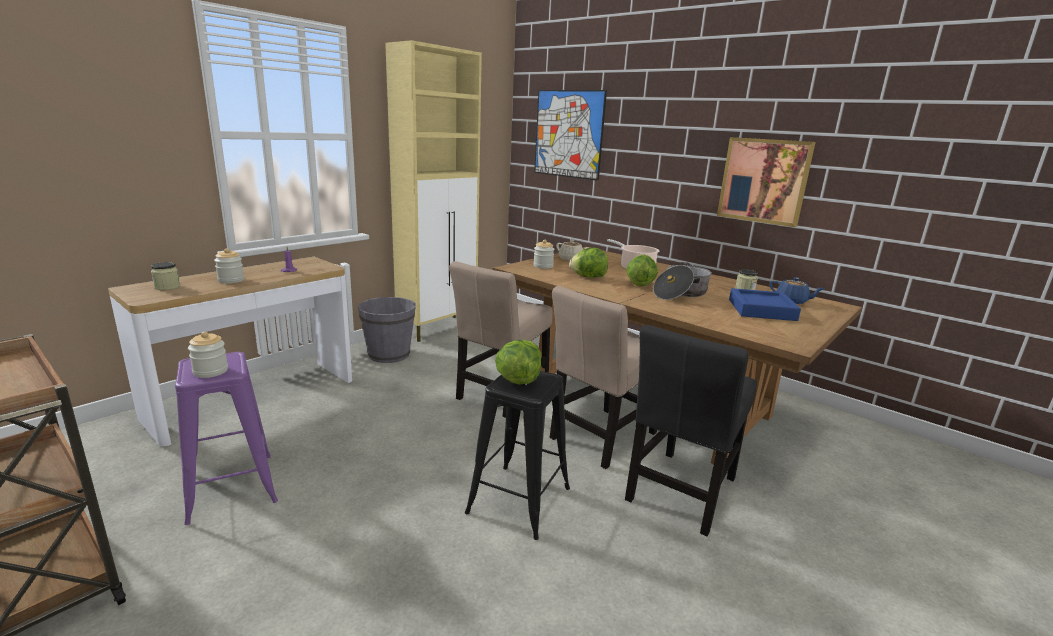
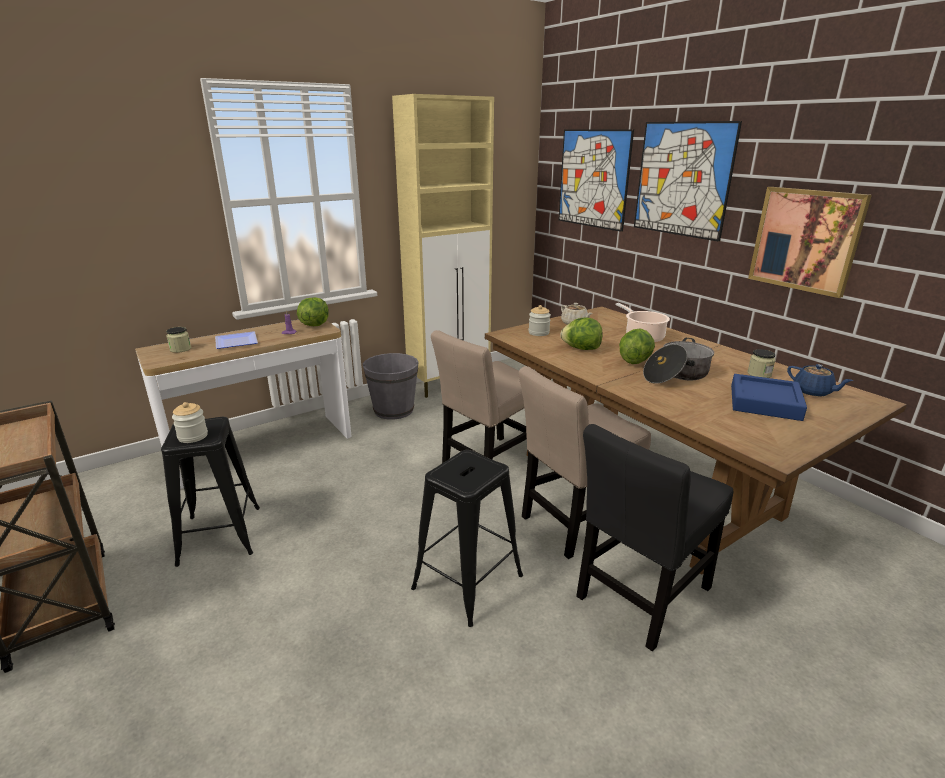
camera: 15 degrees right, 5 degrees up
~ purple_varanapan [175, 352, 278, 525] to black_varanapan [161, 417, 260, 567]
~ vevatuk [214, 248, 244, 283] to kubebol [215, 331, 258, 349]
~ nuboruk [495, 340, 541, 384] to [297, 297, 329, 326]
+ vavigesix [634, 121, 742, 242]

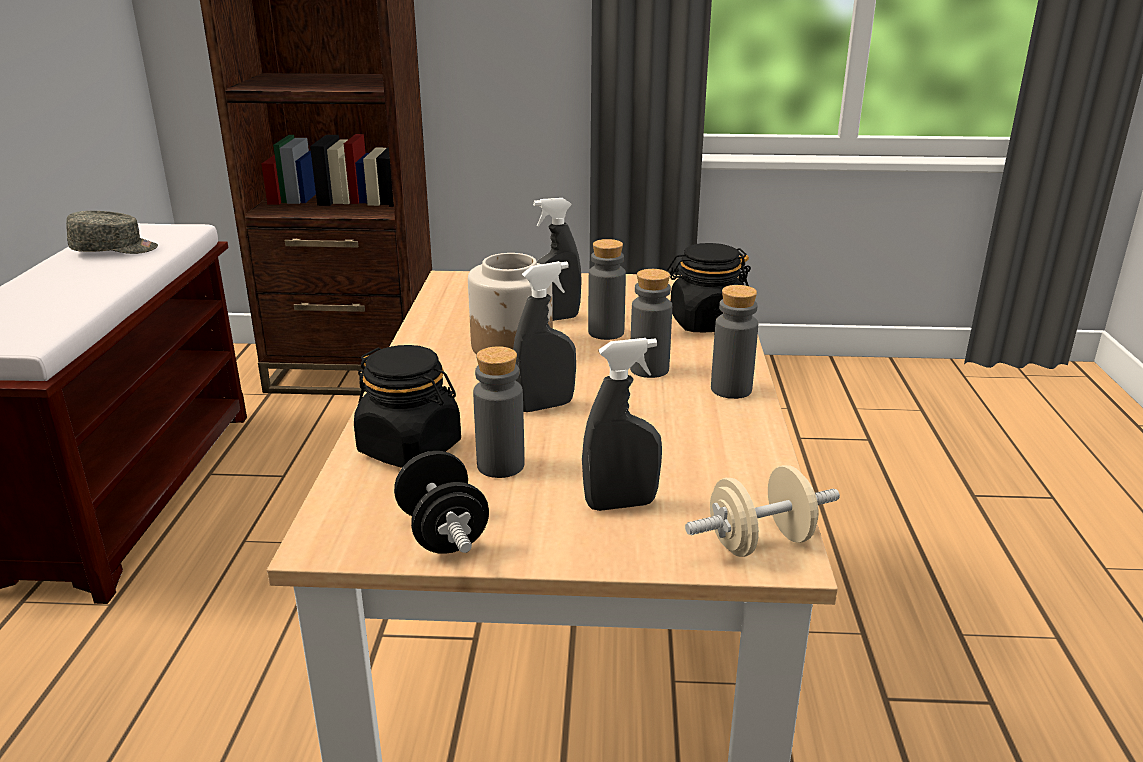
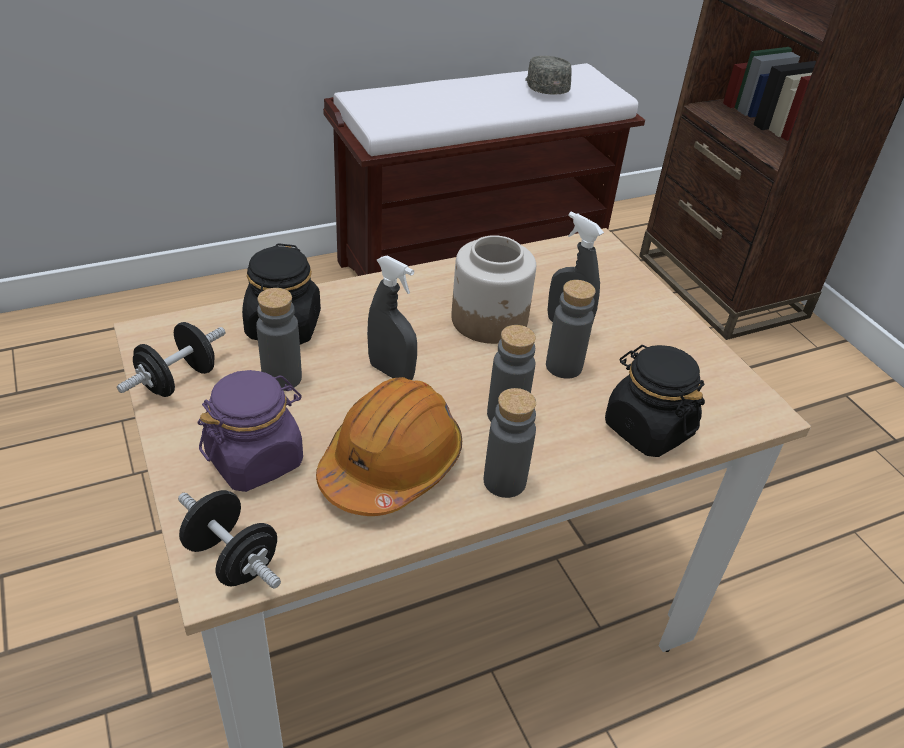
camera: 60 degrees right, 15 degrees up
~ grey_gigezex [66, 211, 158, 254] = [525, 56, 571, 95] 150 degrees counterclockwise
~ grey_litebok [582, 338, 662, 511] to purple_vevatuk [198, 370, 303, 492]
~ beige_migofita [685, 465, 840, 557] to black_migofita [178, 490, 281, 589]
+ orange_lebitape [316, 377, 462, 516]

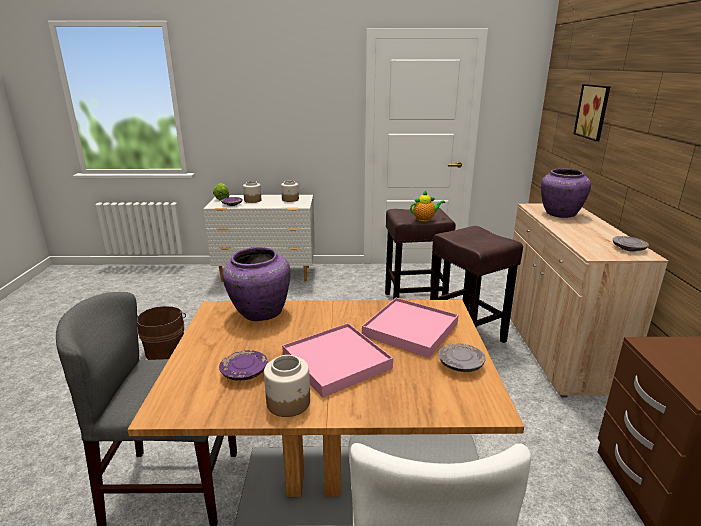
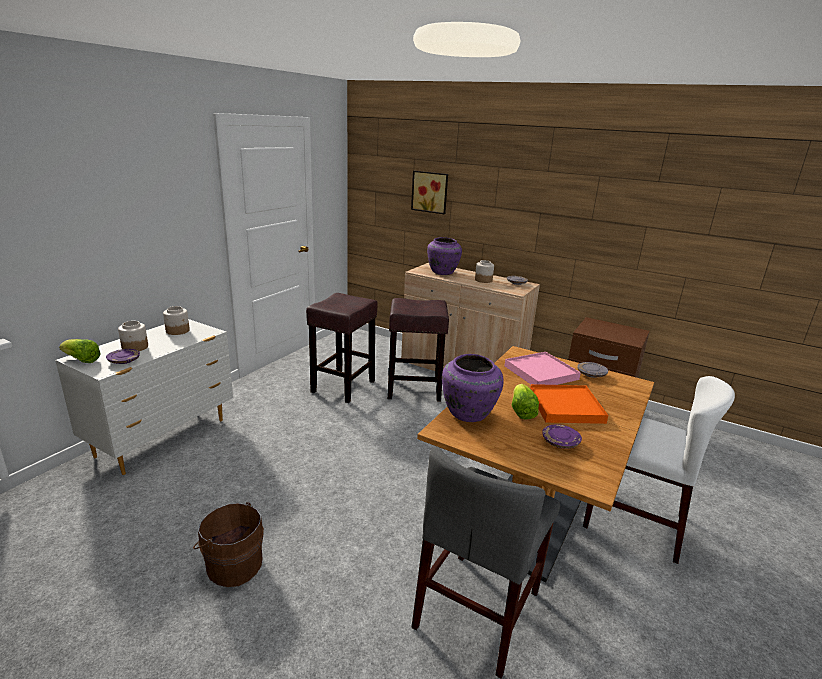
camera: 60 degrees left, 0 degrees up
~ vevatuk [264, 355, 310, 417] to [475, 260, 494, 283]
~ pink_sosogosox [282, 323, 393, 398] to orange_sosogosox [530, 384, 608, 424]
- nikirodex [410, 191, 445, 222]
+ nuboruk [512, 384, 539, 420]

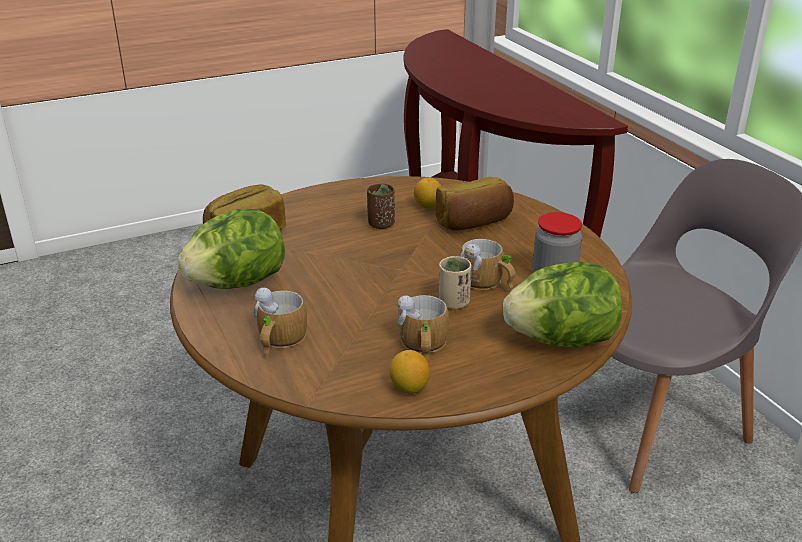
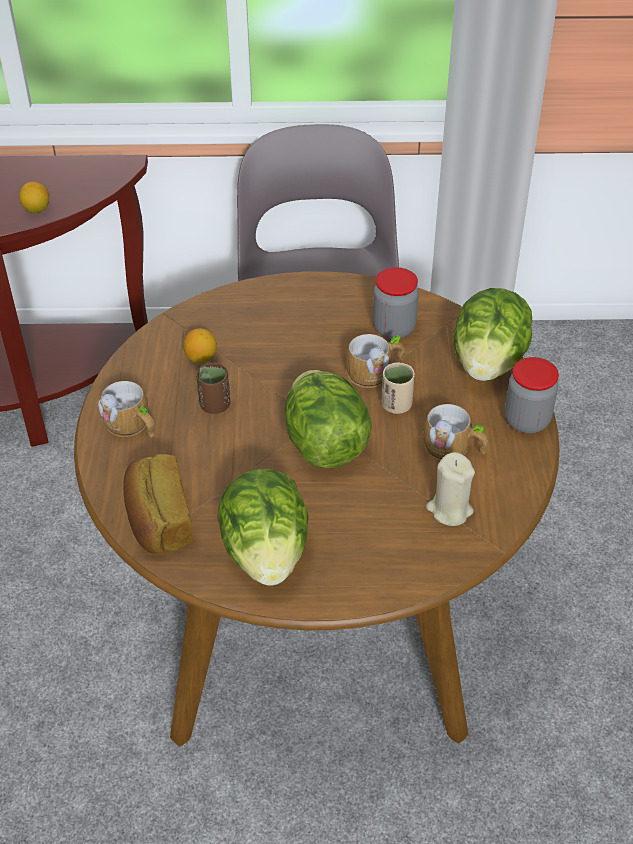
camera: 65 degrees left, 15 degrees up
~ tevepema [254, 288, 307, 354] to [98, 381, 155, 438]
~ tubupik [390, 350, 430, 394] to [19, 181, 49, 213]
- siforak [435, 177, 514, 231]
+ nuboruk [285, 370, 372, 468]
+ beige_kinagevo [426, 452, 475, 526]
+ vevatuk [505, 357, 559, 433]

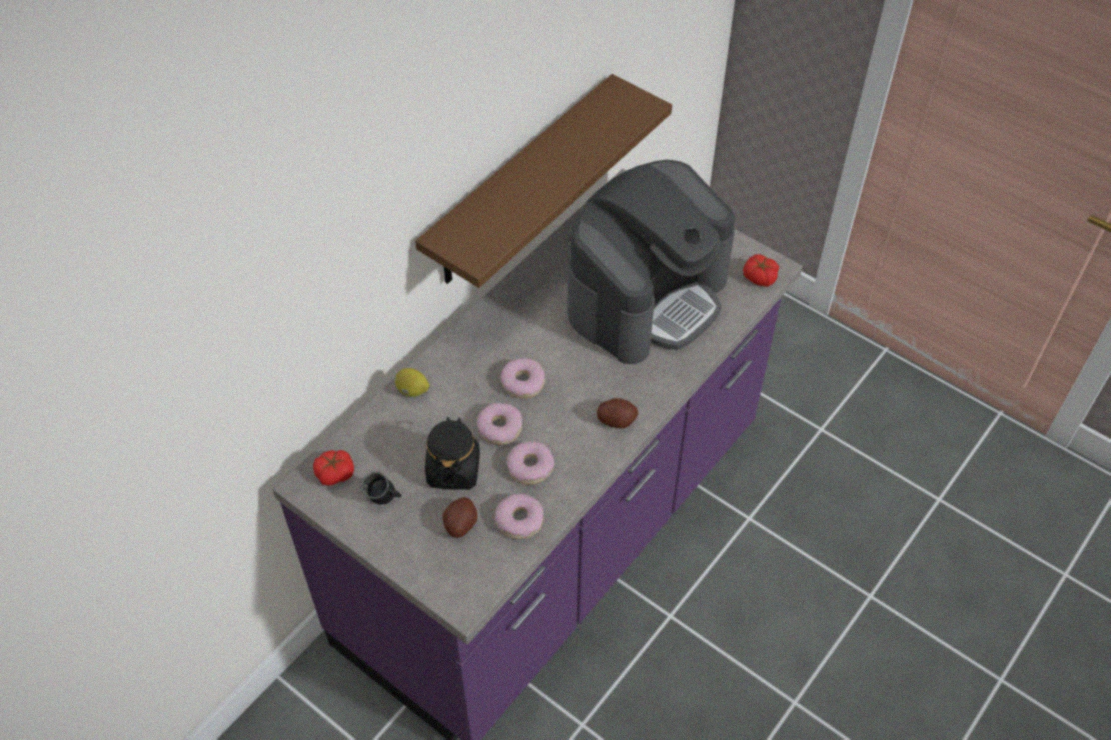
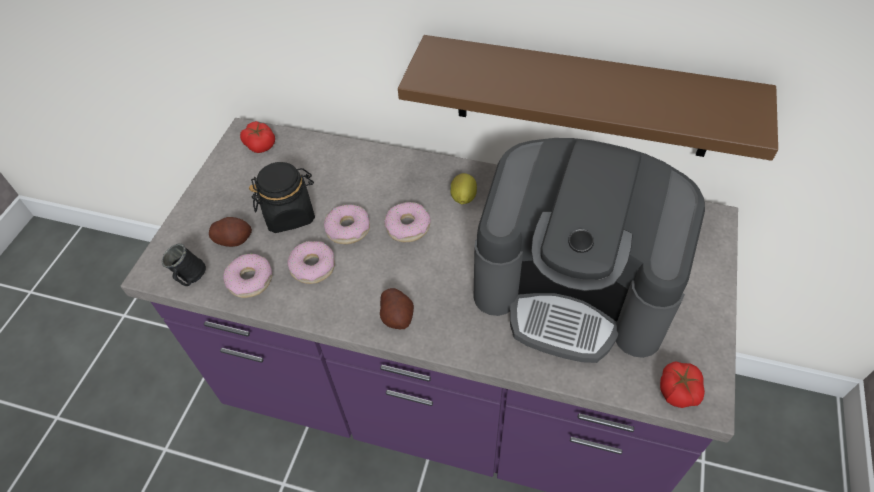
camera: 70 degrees right, 0 degrees up
~ black_tevepema [361, 471, 402, 505] to [162, 243, 206, 286]
~ tubupik [395, 368, 430, 397] to [450, 173, 477, 204]

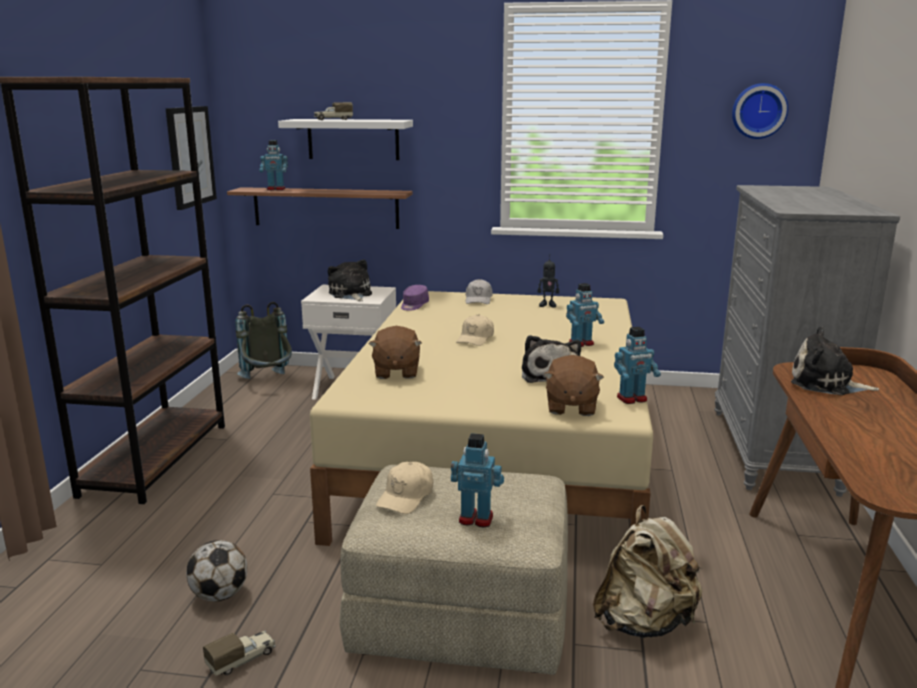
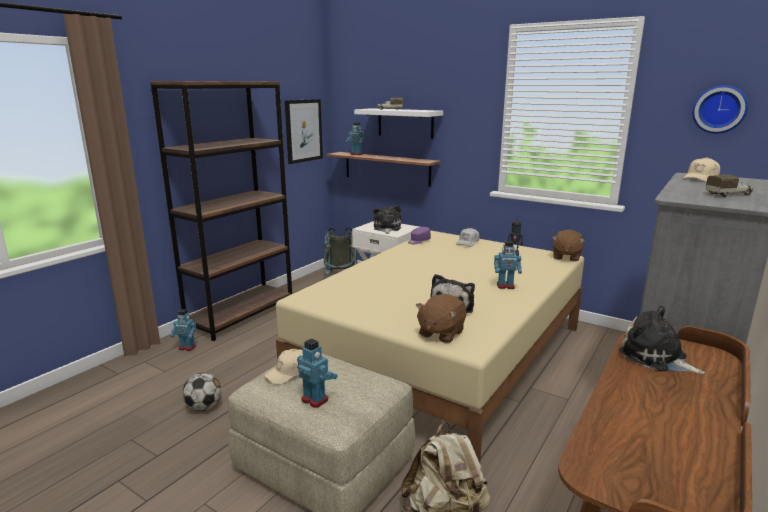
camera: 25 degrees right, 0 degrees up
~ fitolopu [203, 630, 276, 676] to [705, 175, 754, 197]
~ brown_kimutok [369, 326, 422, 379] to [552, 230, 585, 261]
~ beige_gigezex [456, 314, 494, 346] to [682, 157, 720, 182]
~ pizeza [614, 327, 661, 404] to [170, 309, 197, 351]

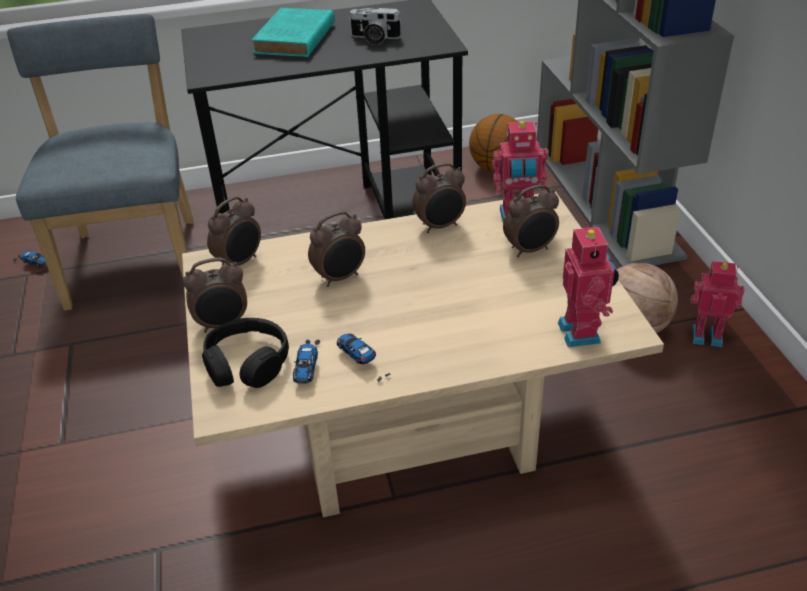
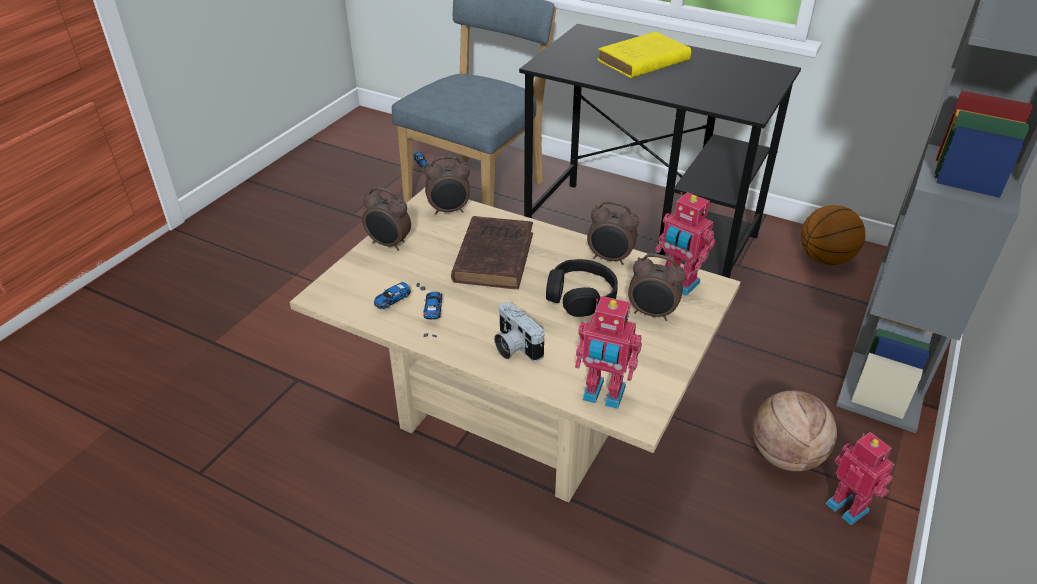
camera: 40 degrees right, 0 degrees up
~ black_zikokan [202, 318, 289, 388] to [546, 259, 618, 317]
~ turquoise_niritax [251, 8, 335, 57] to yellow_niritax [597, 32, 691, 78]
~ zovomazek [308, 211, 365, 287] to brown_niritax [451, 216, 533, 289]
~ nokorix [349, 8, 402, 45] to [494, 302, 544, 361]
~ pizeza [558, 223, 619, 347] = [575, 296, 642, 409] 75 degrees clockwise

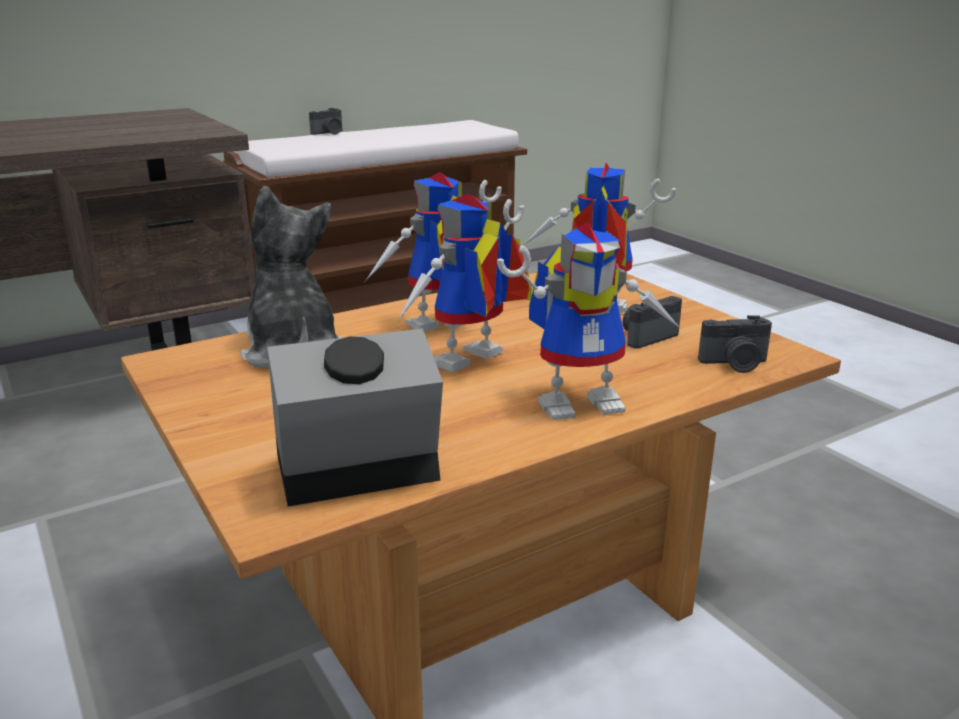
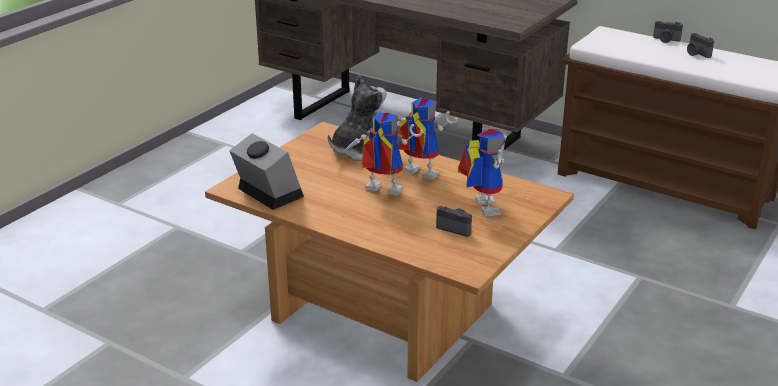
camera: 65 degrees right, 5 degrees up
- pizeza [497, 222, 681, 420]
~ nokorix [698, 315, 772, 373] to [687, 33, 714, 58]

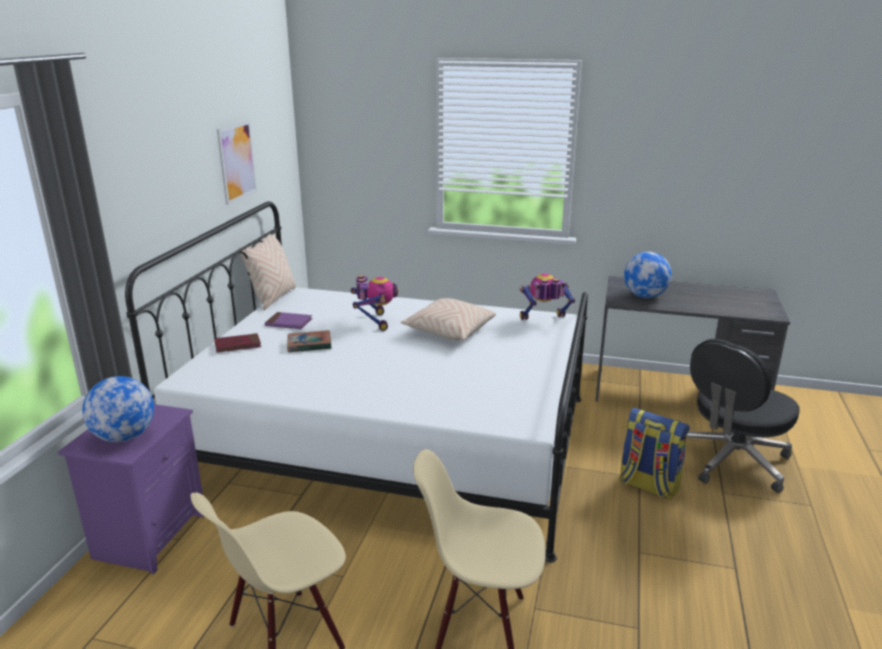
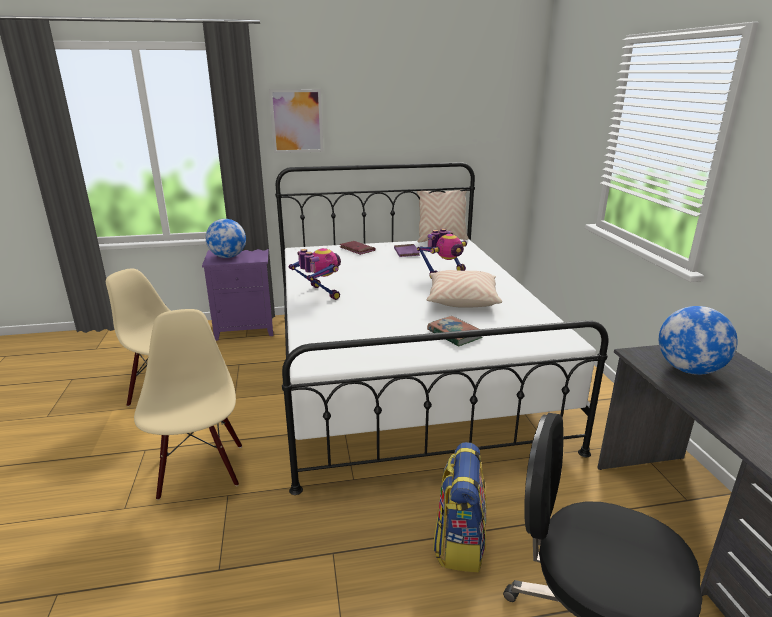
camera: 65 degrees right, 0 degrees up
~ vavigesix [217, 121, 257, 205] to [269, 89, 324, 153]
~ niritax [287, 330, 331, 352] to [427, 316, 482, 347]
~ pizeza [520, 274, 575, 320] to [289, 248, 341, 300]

